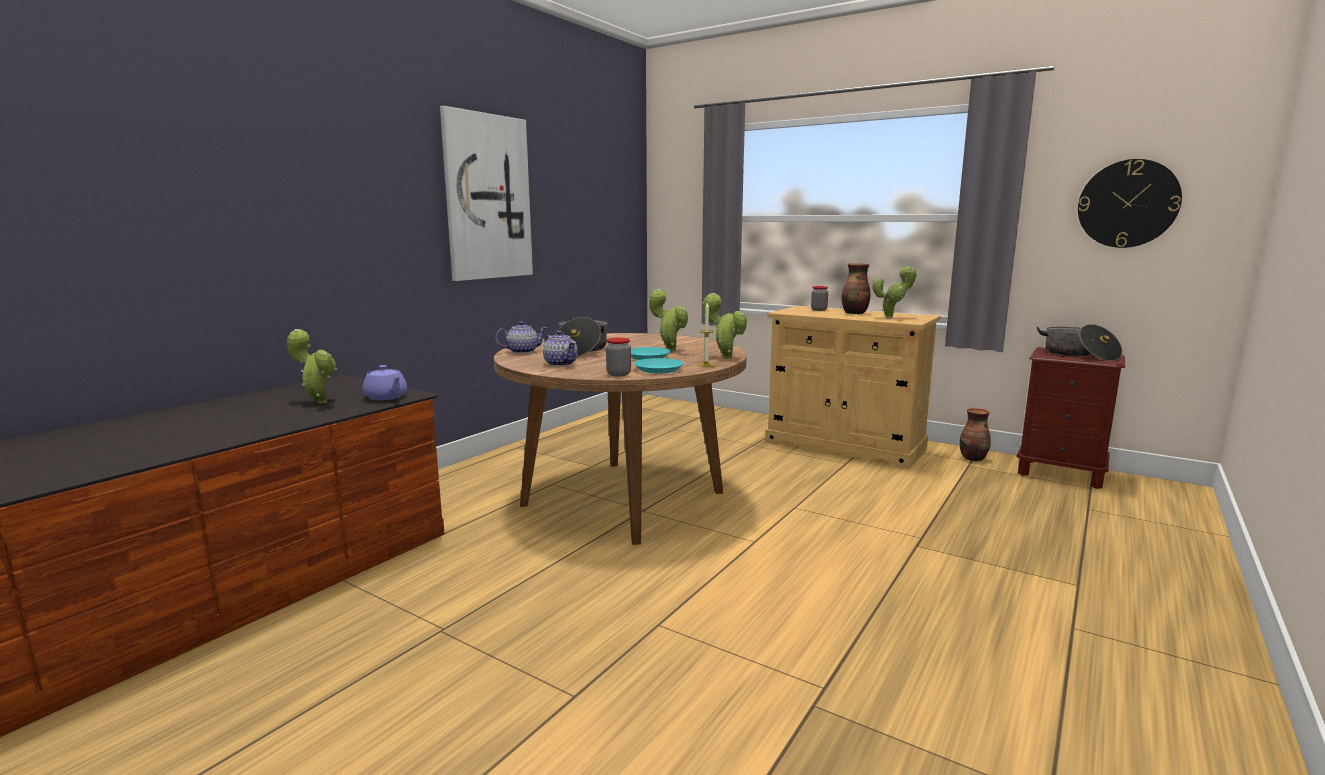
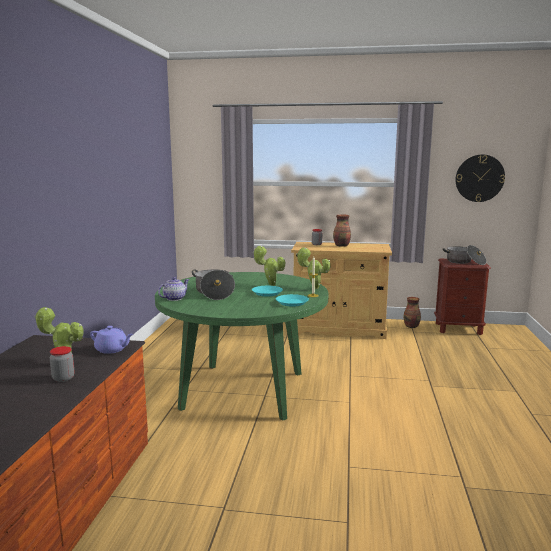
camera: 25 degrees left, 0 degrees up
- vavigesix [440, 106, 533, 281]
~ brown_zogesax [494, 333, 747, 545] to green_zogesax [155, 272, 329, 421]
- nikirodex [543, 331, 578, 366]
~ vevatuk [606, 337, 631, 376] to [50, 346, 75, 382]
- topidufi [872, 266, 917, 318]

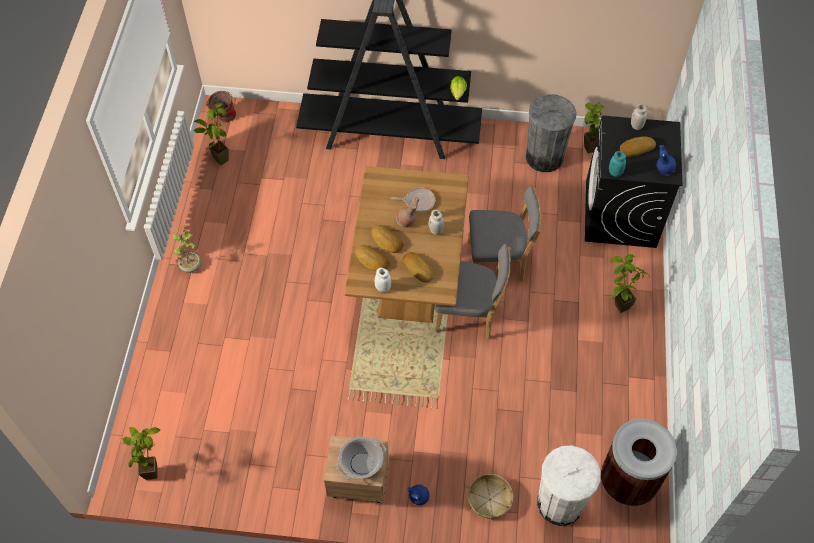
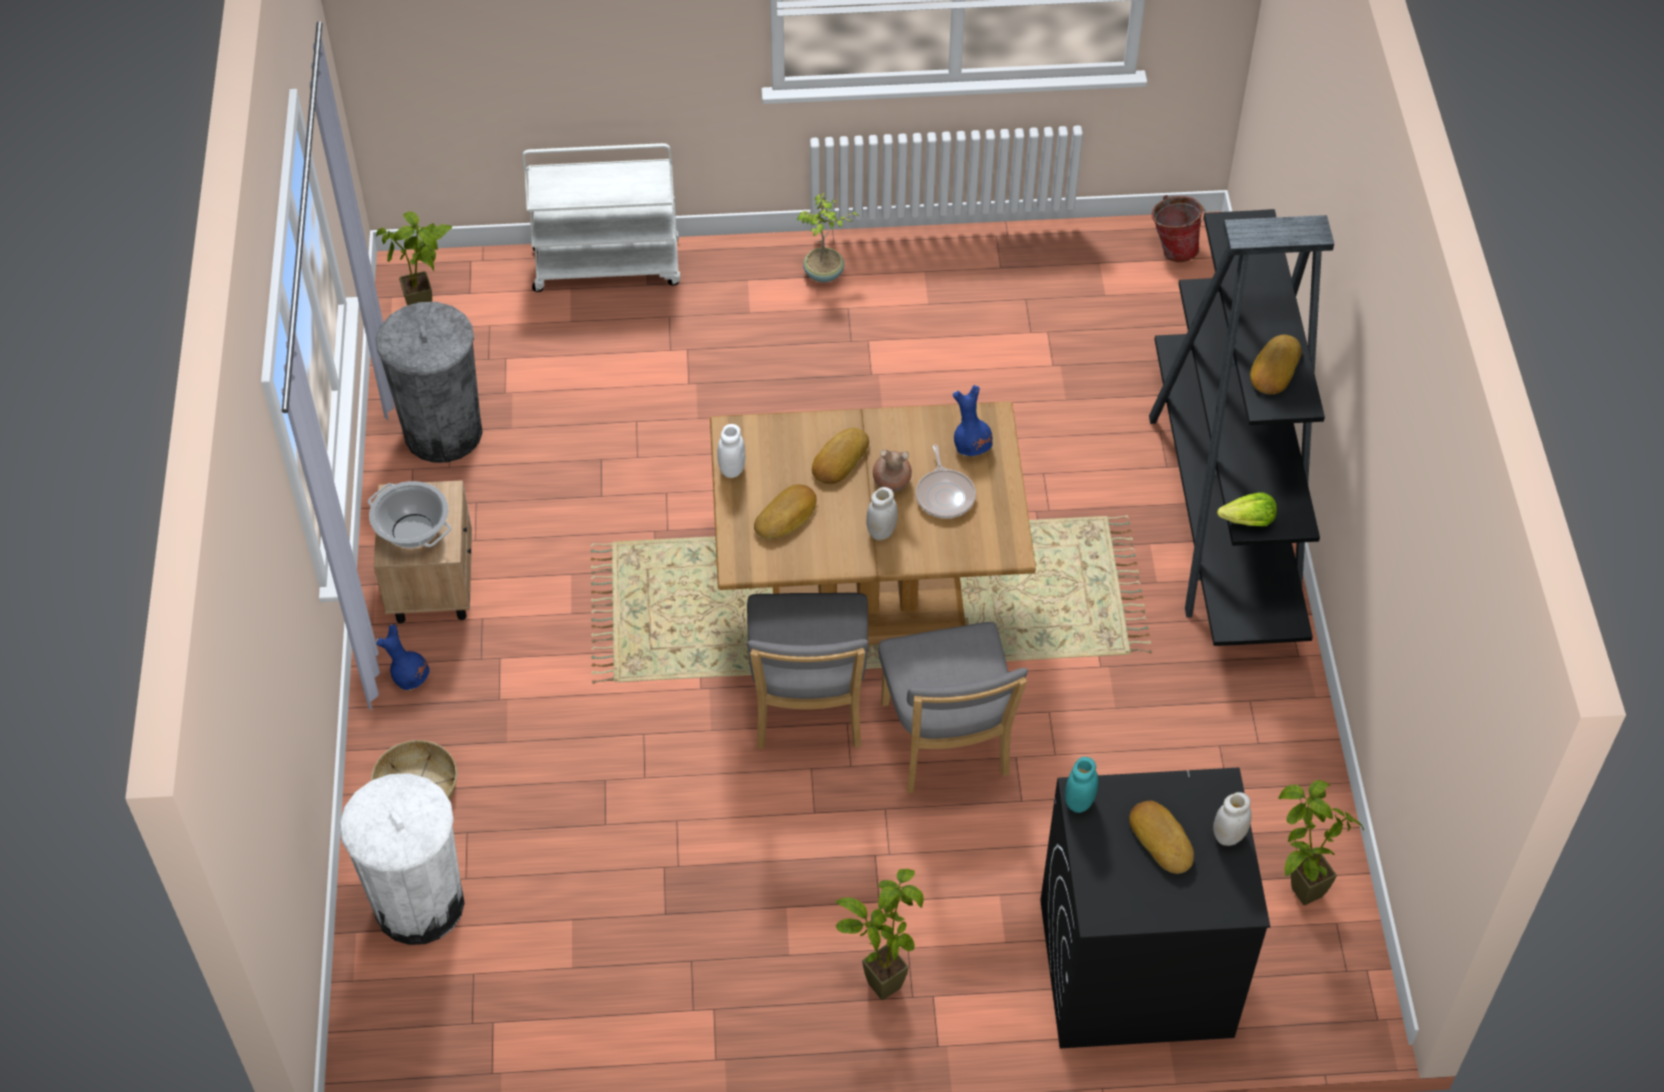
camera: 80 degrees right, 5 degrees down
- topidufi [194, 103, 229, 165]
~ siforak [355, 245, 390, 271] to [1250, 335, 1302, 394]
~ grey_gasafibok [526, 94, 577, 172] to [376, 302, 483, 463]
- brown_gasafibok [601, 419, 677, 506]
~ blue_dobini [657, 145, 676, 175] to [953, 385, 993, 456]
+ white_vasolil [523, 143, 680, 292]

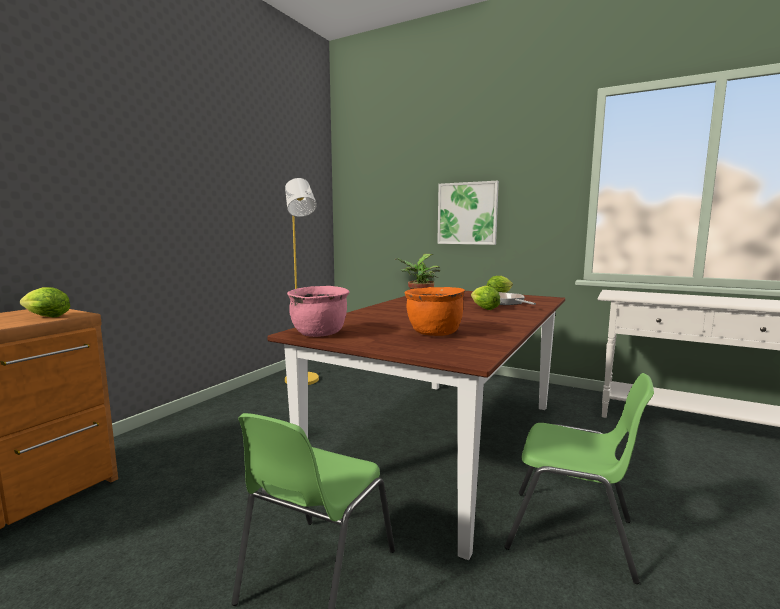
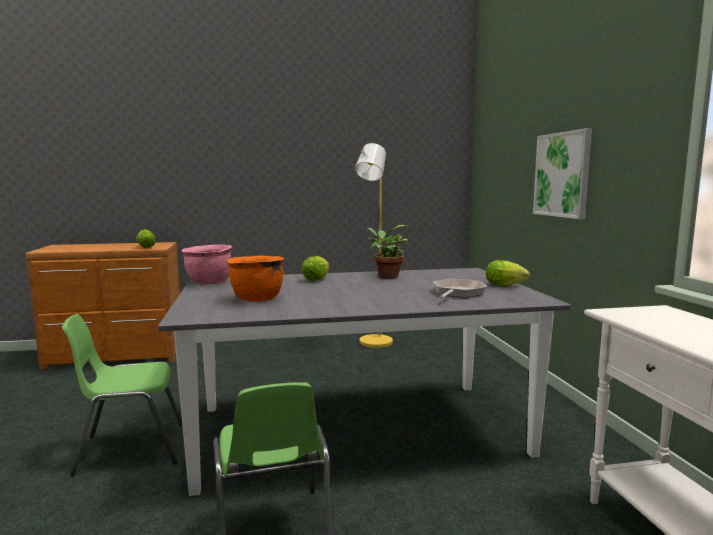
camera: 50 degrees right, 0 degrees up
~ brown_zogesax [267, 291, 565, 560] to grey_zogesax [158, 268, 571, 496]
~ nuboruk [471, 286, 500, 310] to [301, 256, 329, 281]

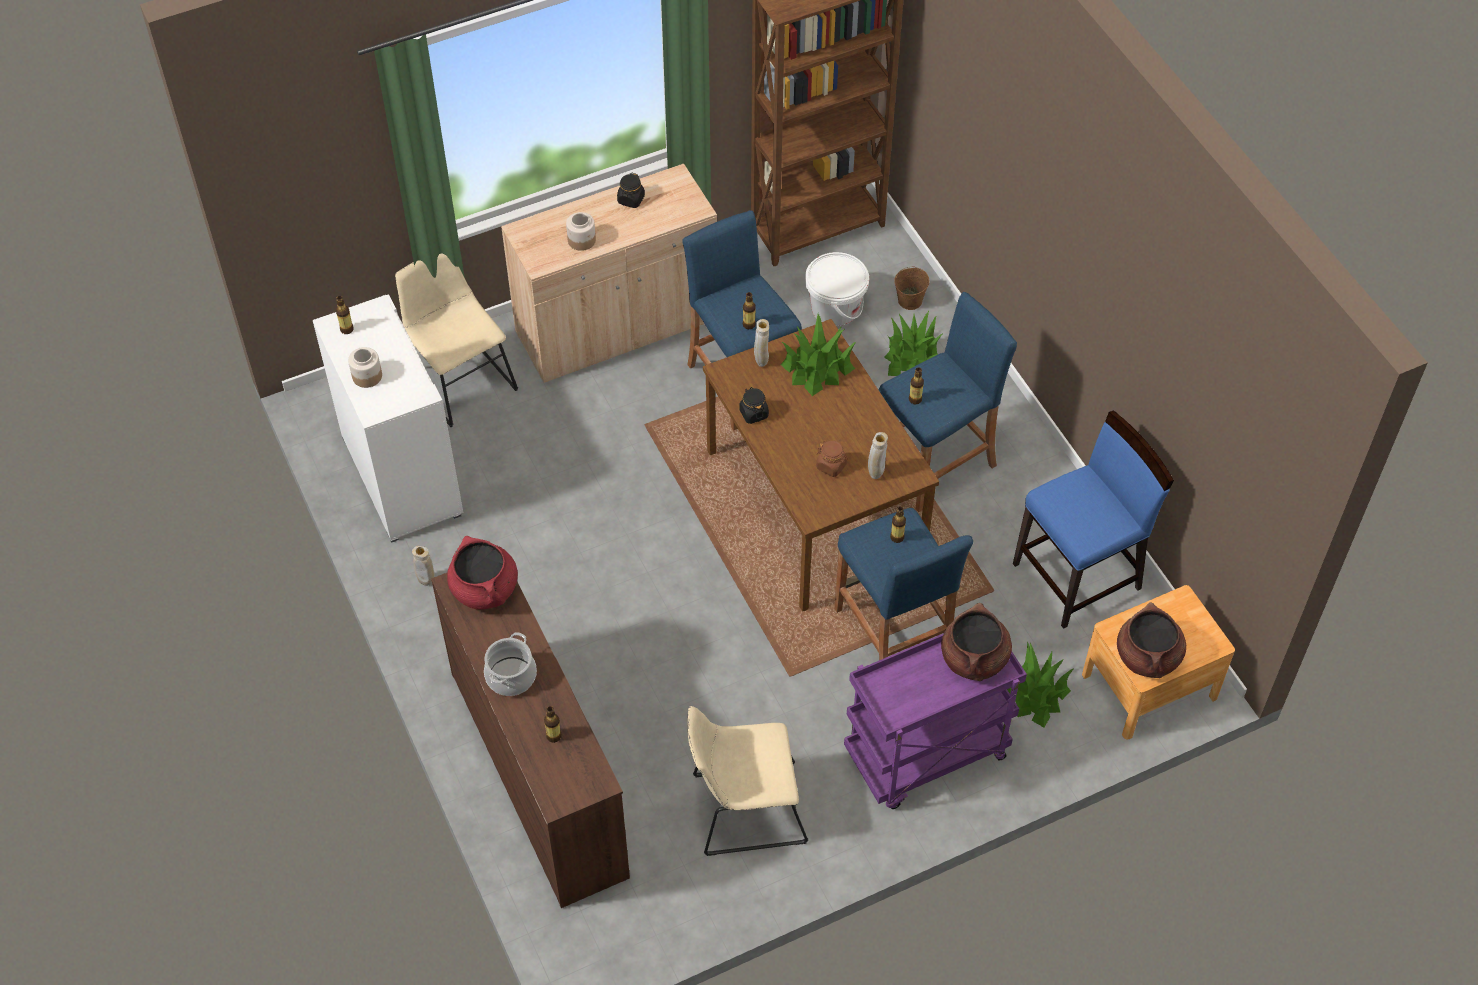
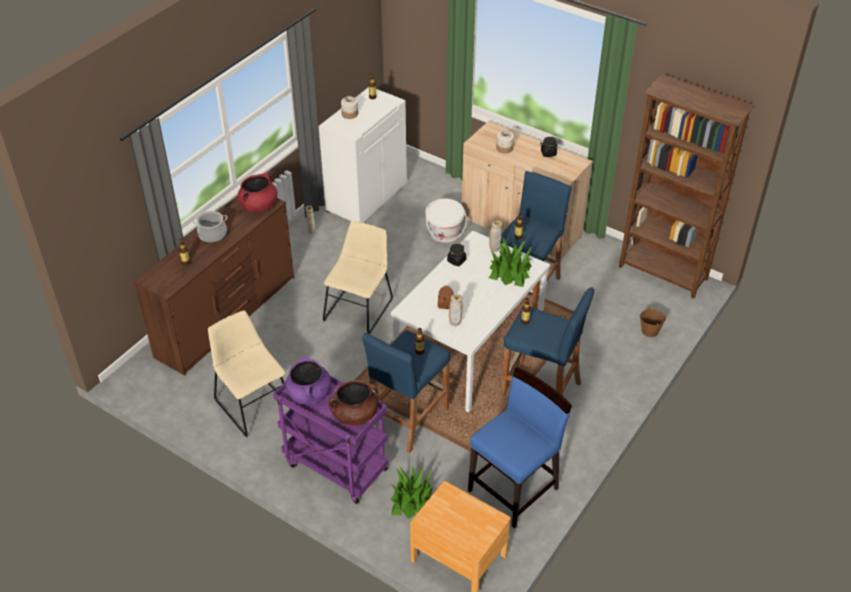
camera: 60 degrees right, 10 degrees down
~ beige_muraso [395, 253, 518, 427] to [322, 221, 393, 334]
~ brown_zogesax [703, 319, 939, 612] to white_zogesax [391, 231, 550, 413]
~ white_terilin [805, 252, 869, 326] to [425, 199, 467, 243]
- topidufi [884, 311, 943, 376]
~ blue_muraso [1013, 410, 1174, 629] = [468, 367, 572, 528] 75 degrees counterclockwise
- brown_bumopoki [1117, 602, 1186, 678]
+ purple_bumopoki [285, 356, 331, 405]

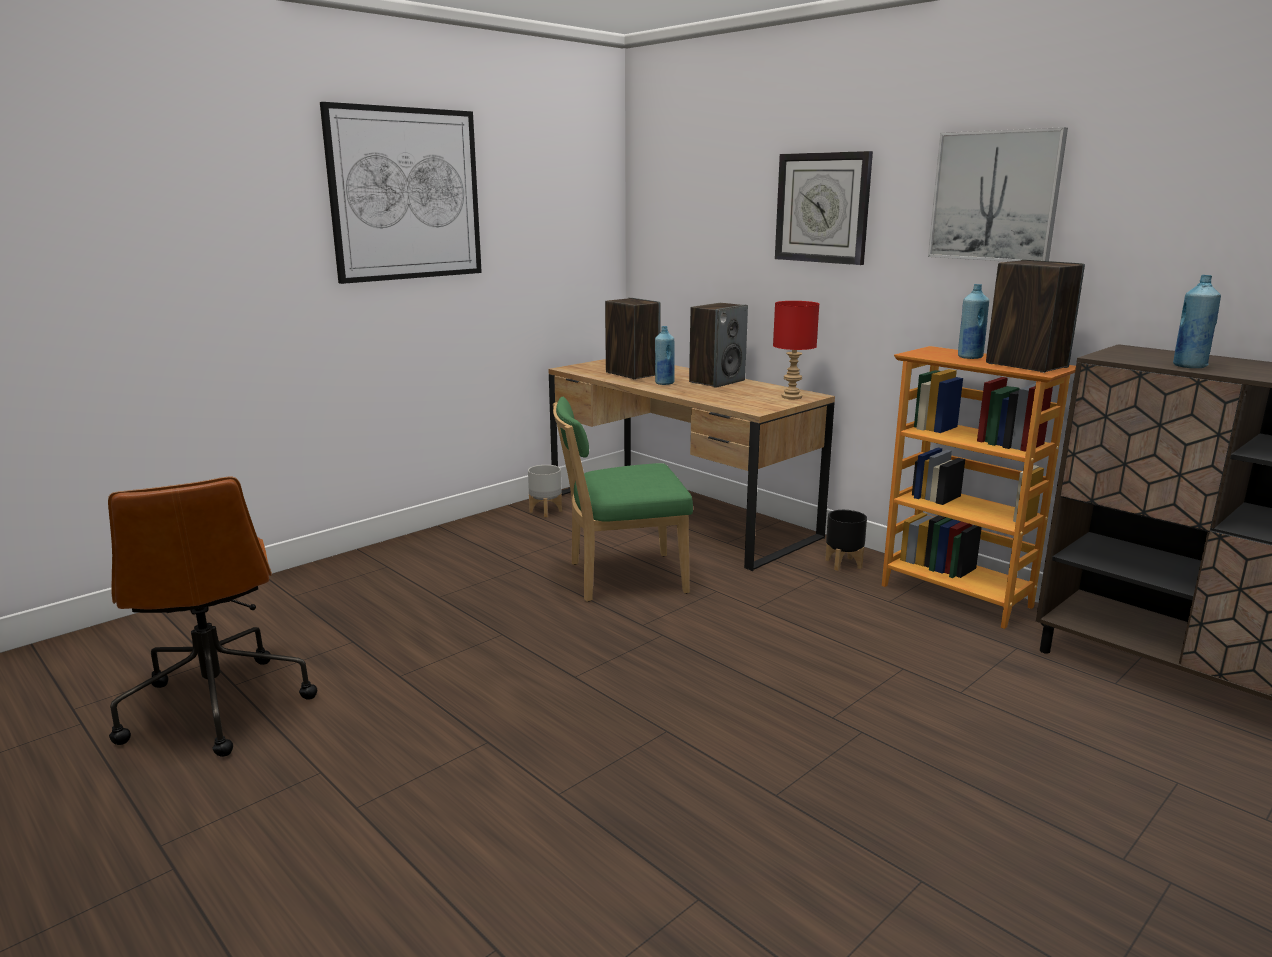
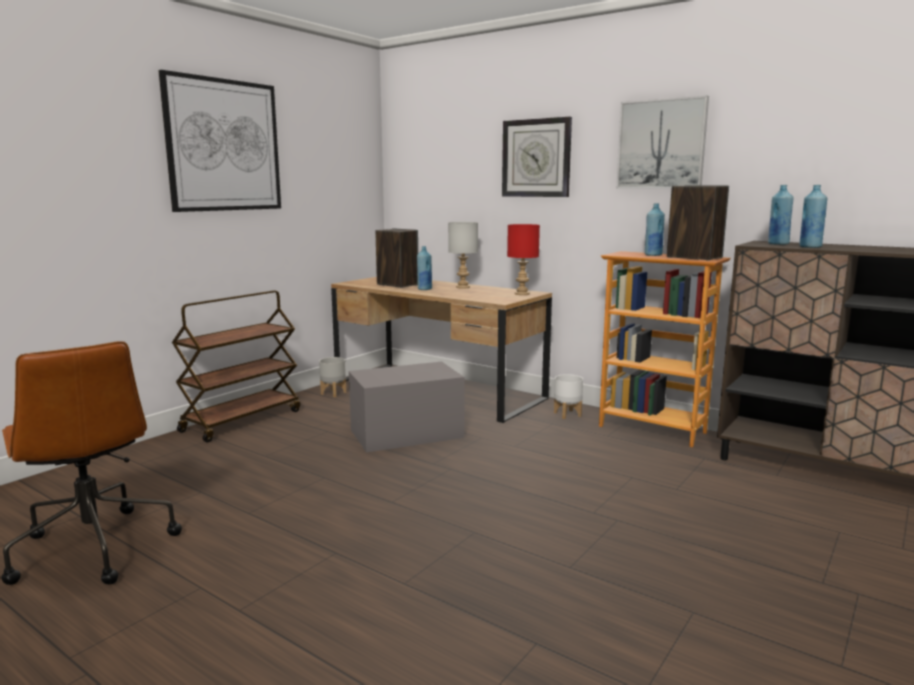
camera: 10 degrees left, 5 degrees down
~ green_muraso [553, 397, 693, 602] to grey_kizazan [349, 362, 465, 452]
~ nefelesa [689, 303, 748, 388] to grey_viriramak [448, 222, 478, 289]
~ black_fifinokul [825, 510, 867, 571] to white_fifinokul [554, 374, 583, 419]
+ brown_vasolil [172, 290, 300, 442]
+ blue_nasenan [768, 185, 794, 245]

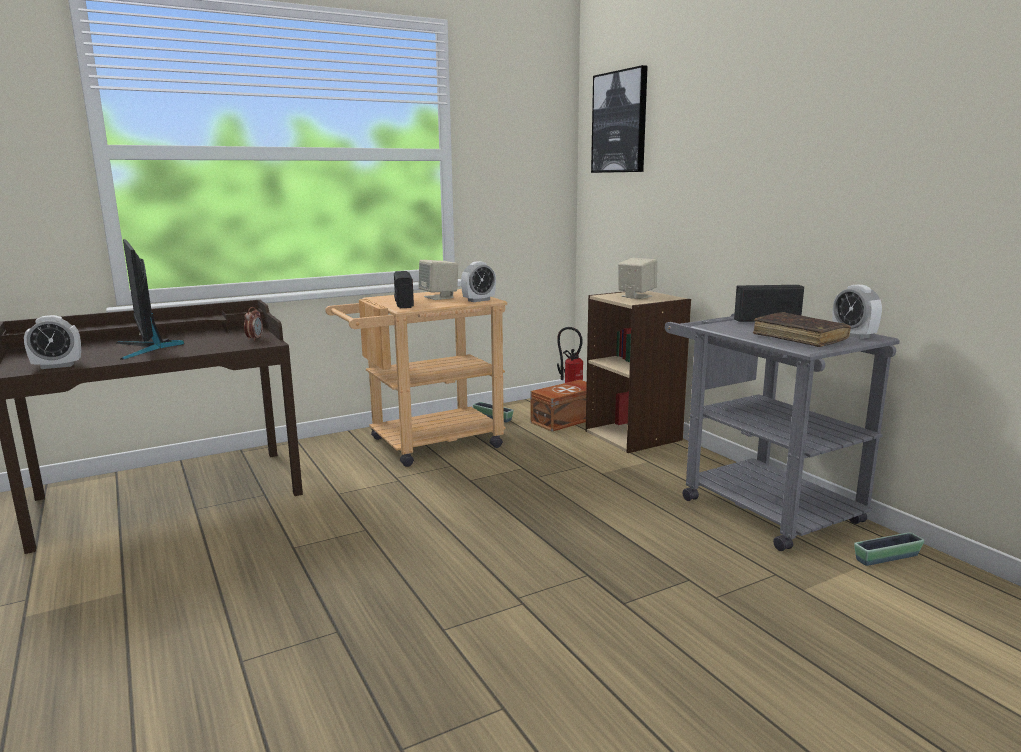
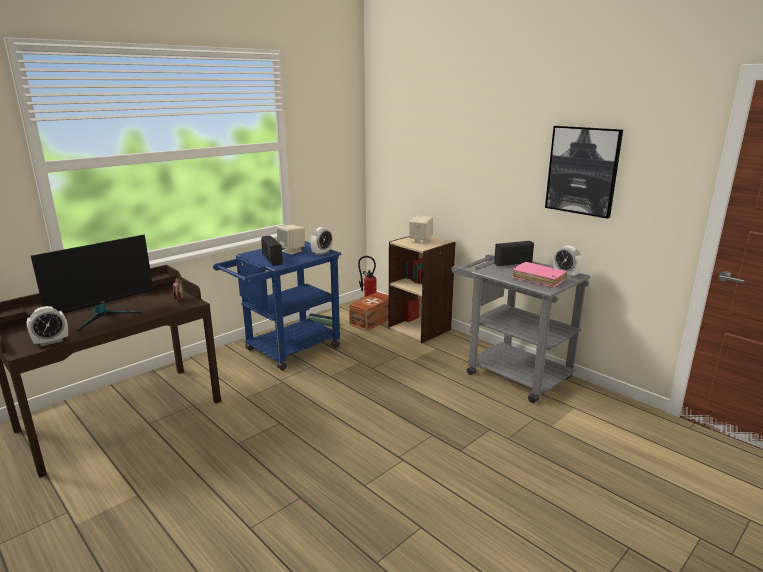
camera: 15 degrees left, 5 degrees up
~ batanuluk [116, 239, 184, 360] = [31, 235, 154, 331] 90 degrees counterclockwise
~ beige_vasolil [325, 289, 507, 467] to blue_vasolil [213, 241, 341, 371]
~ vavigesix [591, 65, 648, 173] to [545, 126, 623, 219]
~ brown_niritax [753, 312, 851, 347] to pink_niritax [512, 262, 567, 288]
- fifinokul [854, 532, 924, 566]

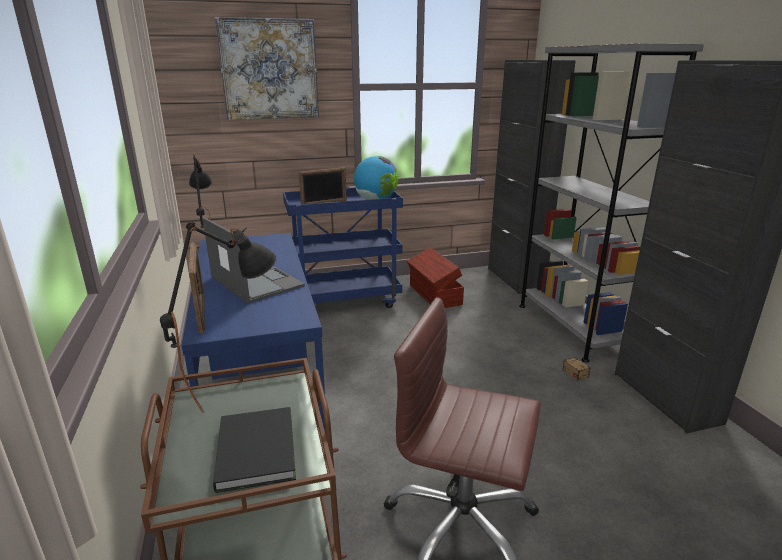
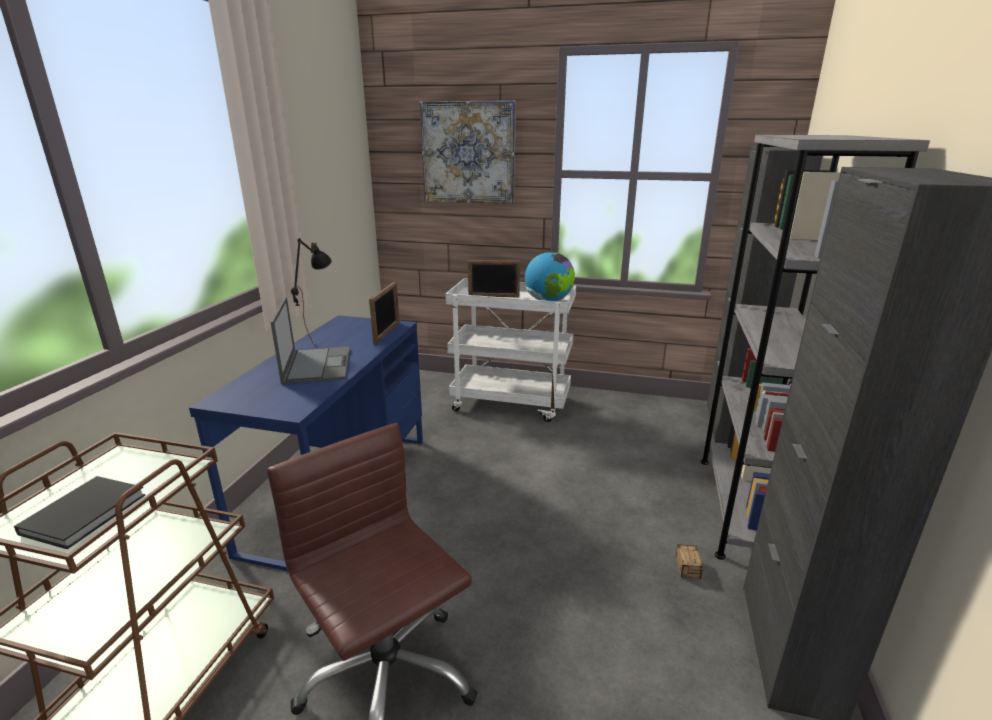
camera: 30 degrees right, 0 degrees up
- black_viriramak [160, 222, 276, 413]
~ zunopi [189, 243, 205, 334] to [369, 282, 400, 345]
~ blue_vasolil [283, 188, 403, 308] to white_vasolil [445, 278, 576, 422]
- brown_kizazan [407, 247, 464, 308]

